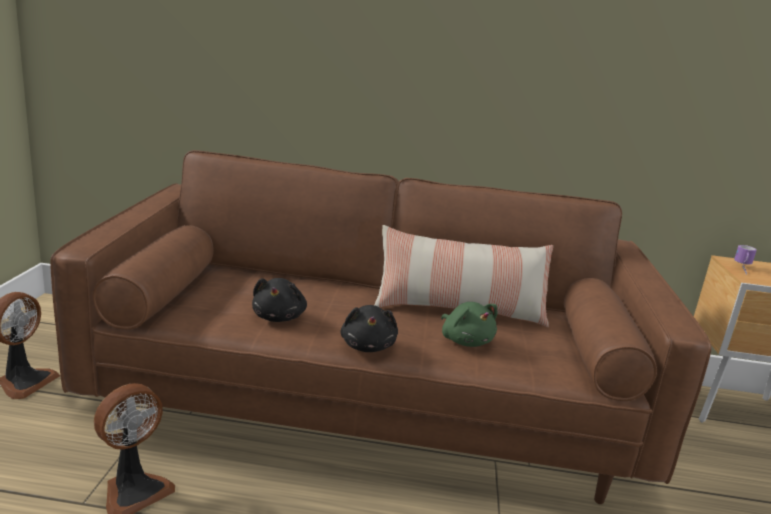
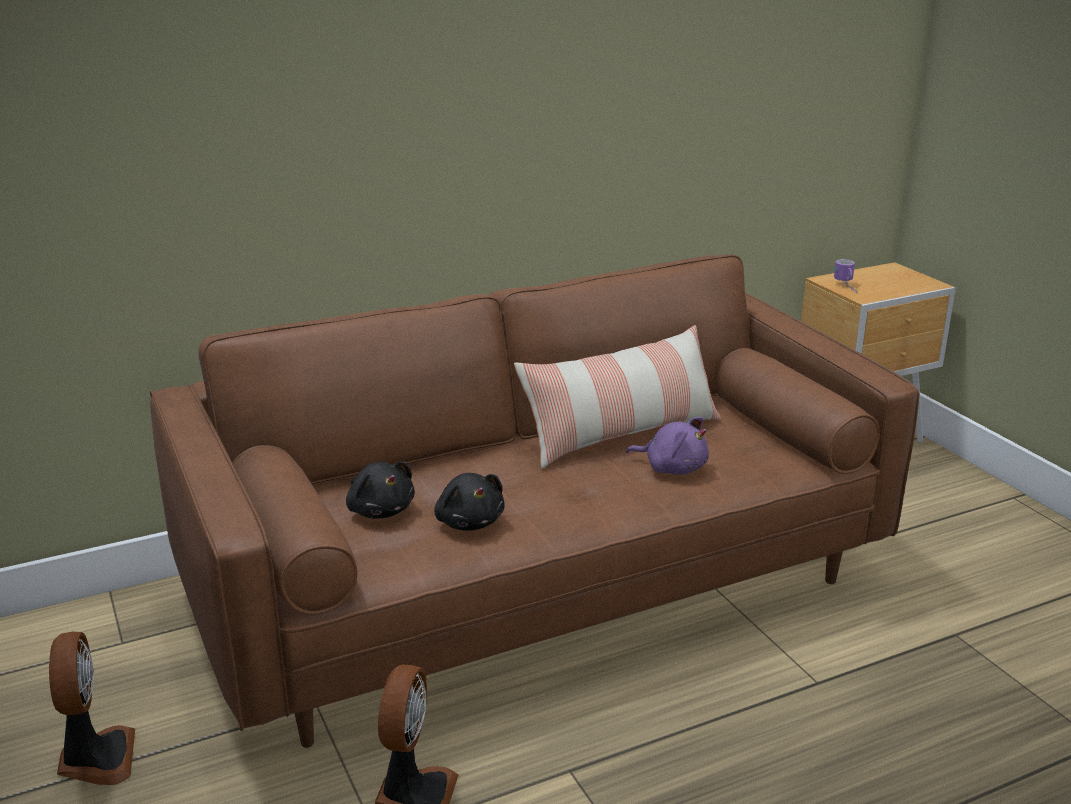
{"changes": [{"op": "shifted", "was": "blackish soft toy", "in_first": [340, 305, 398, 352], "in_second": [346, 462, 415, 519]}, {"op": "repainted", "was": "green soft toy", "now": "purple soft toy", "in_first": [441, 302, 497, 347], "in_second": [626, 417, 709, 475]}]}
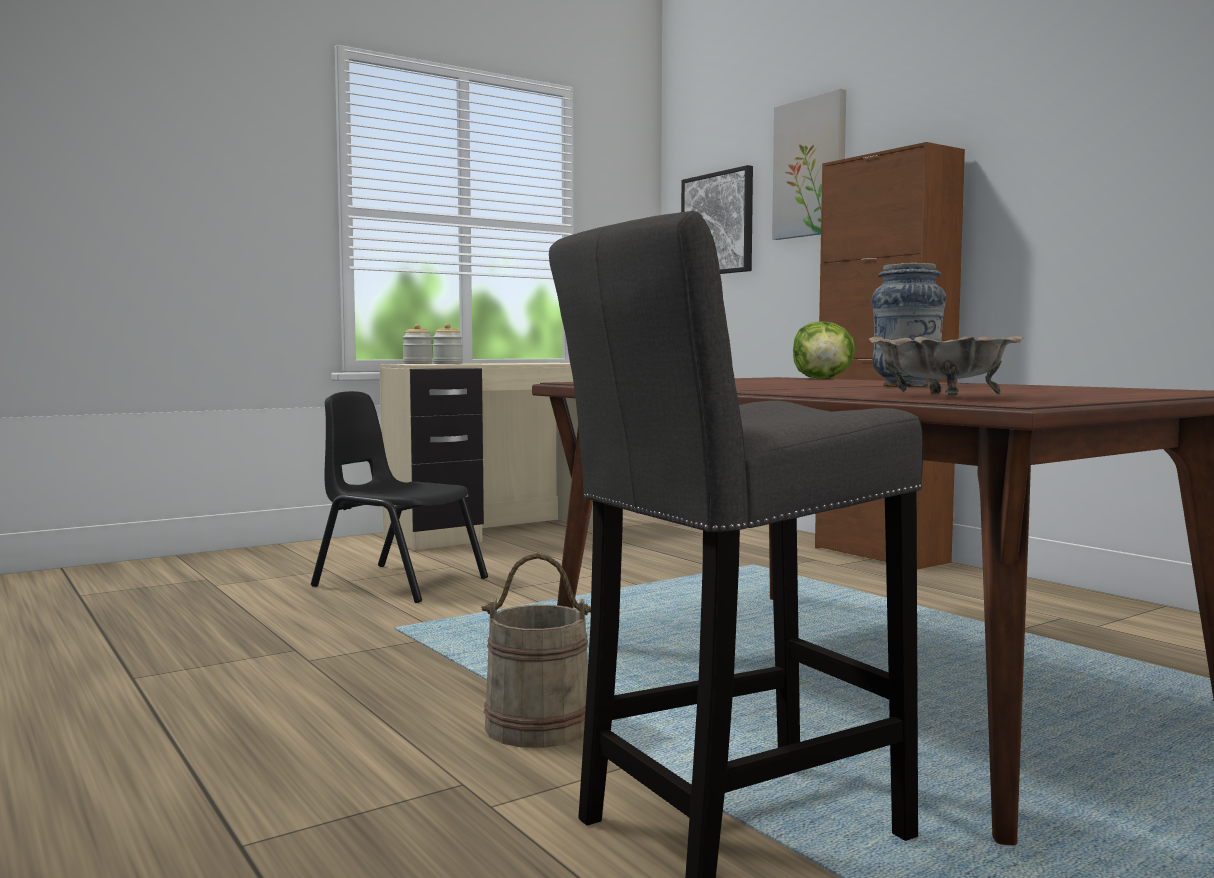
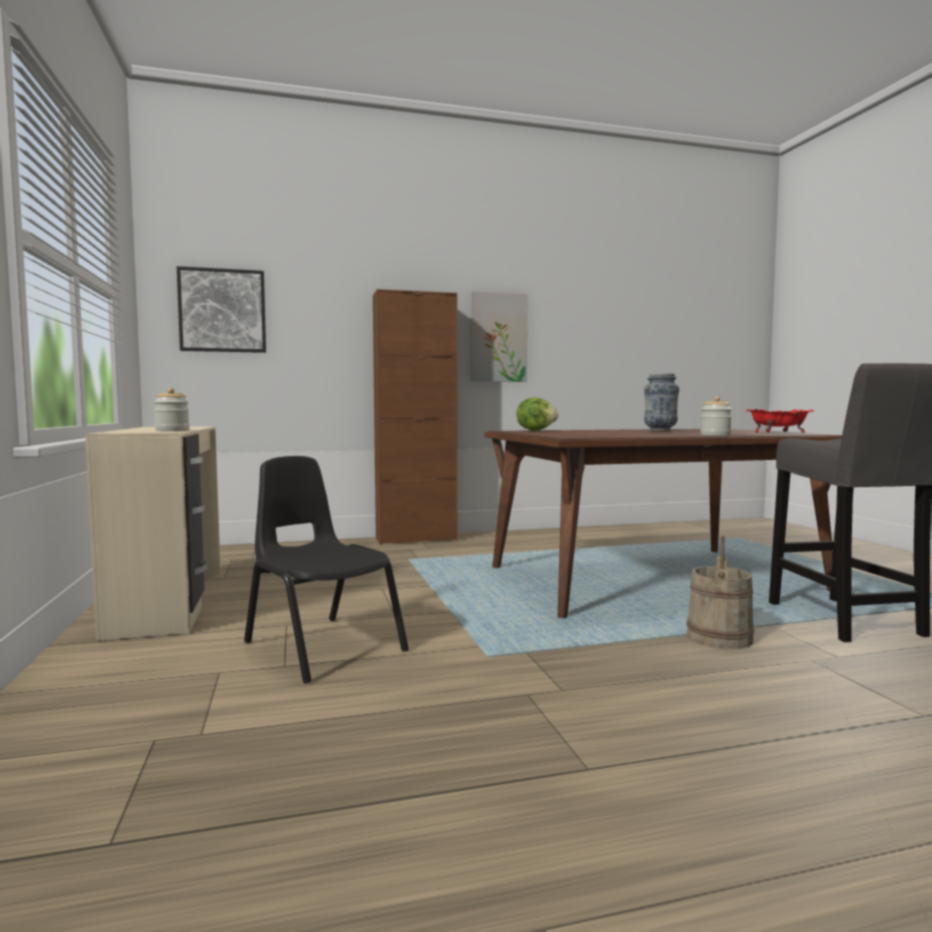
{"changes": [{"op": "rotated", "was": "blackish chair", "in_first": [311, 391, 488, 603], "in_second": [244, 456, 409, 683], "clockwise": 90}, {"op": "shifted", "was": "jar", "in_first": [403, 324, 433, 364], "in_second": [700, 396, 732, 436]}, {"op": "shifted", "was": "wall art", "in_first": [772, 89, 846, 240], "in_second": [470, 291, 528, 382]}, {"op": "repainted", "was": "beige bowl", "now": "red bowl", "in_first": [869, 336, 1024, 396], "in_second": [746, 409, 814, 433]}]}
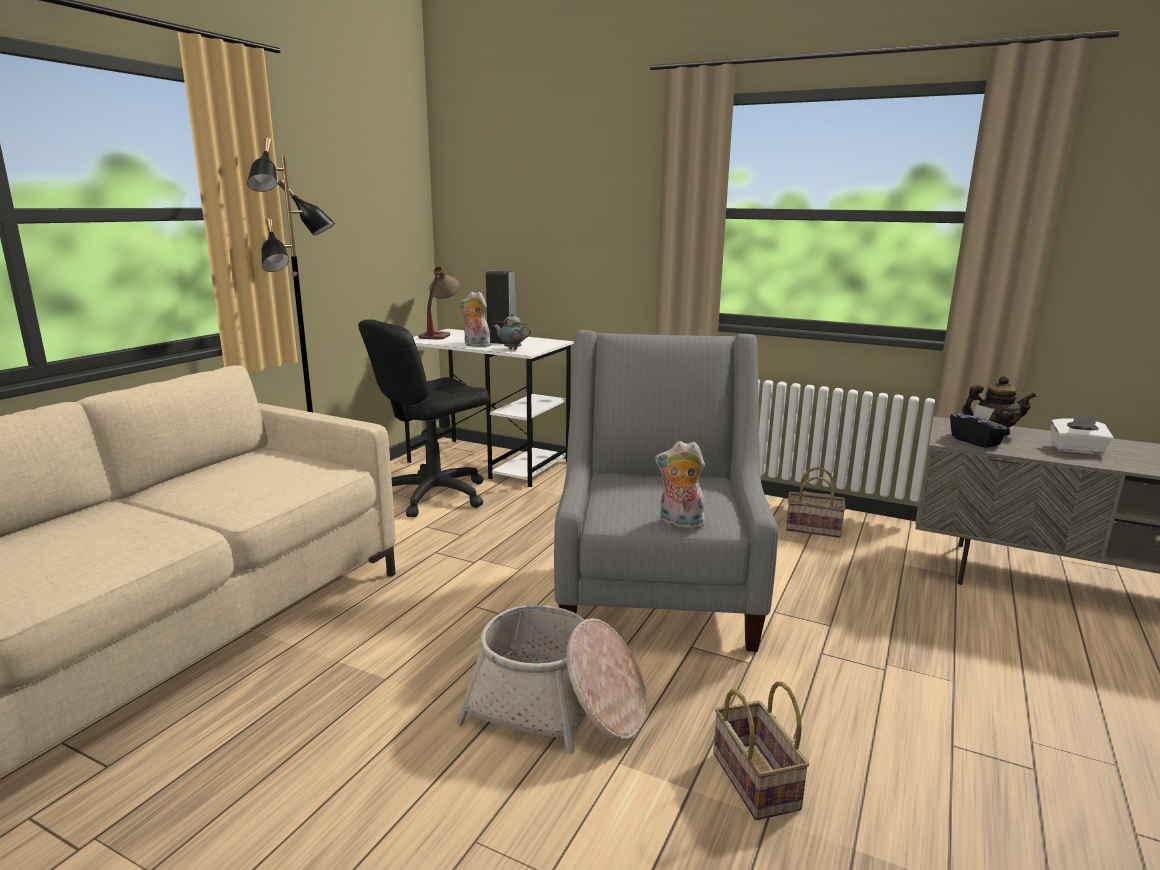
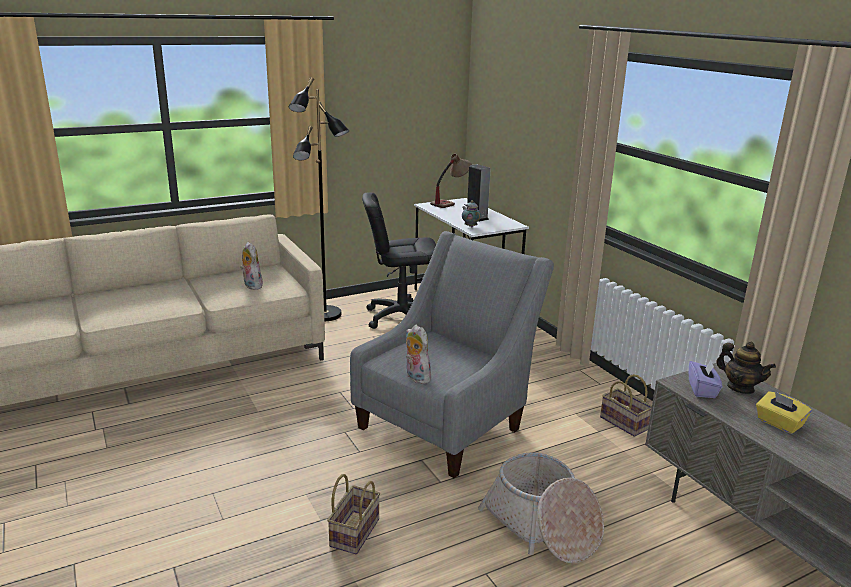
{"changes": [{"op": "shifted", "was": "household basket", "in_first": [456, 605, 647, 754], "in_second": [478, 452, 604, 563]}, {"op": "shifted", "was": "soft toy", "in_first": [460, 292, 491, 347], "in_second": [240, 242, 263, 290]}, {"op": "repainted", "was": "blackish box of tissues", "now": "purple box of tissues", "in_first": [950, 404, 1009, 448], "in_second": [689, 360, 723, 398]}, {"op": "repainted", "was": "white box of tissues", "now": "yellow box of tissues", "in_first": [1051, 414, 1113, 454], "in_second": [756, 391, 812, 434]}]}
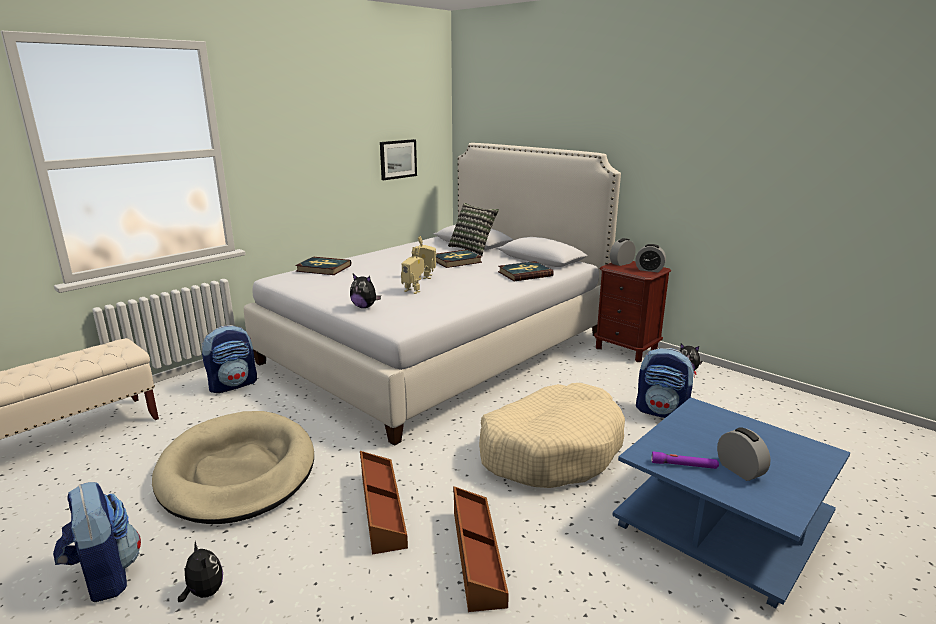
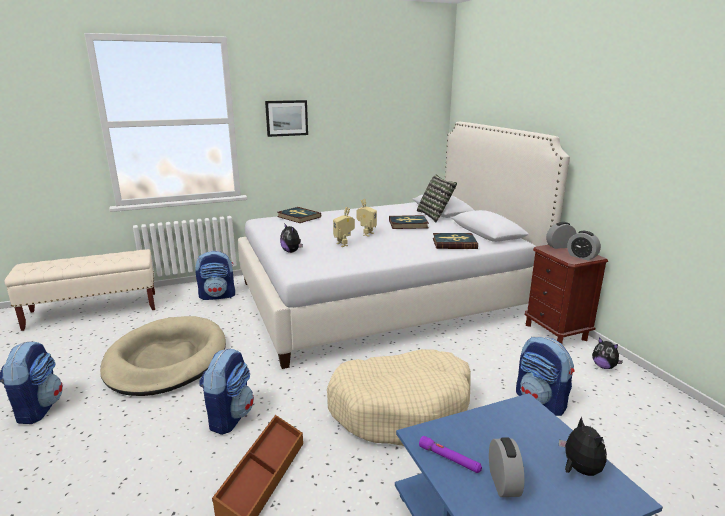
{"changes": [{"op": "shifted", "was": "soft toy", "in_first": [178, 541, 223, 602], "in_second": [559, 416, 607, 476]}, {"op": "swapped", "was": "brown storage container", "now": "backpack", "in_first": [360, 451, 408, 555], "in_second": [199, 348, 254, 435]}, {"op": "shifted", "was": "wall art", "in_first": [380, 139, 417, 180], "in_second": [265, 100, 308, 137]}]}
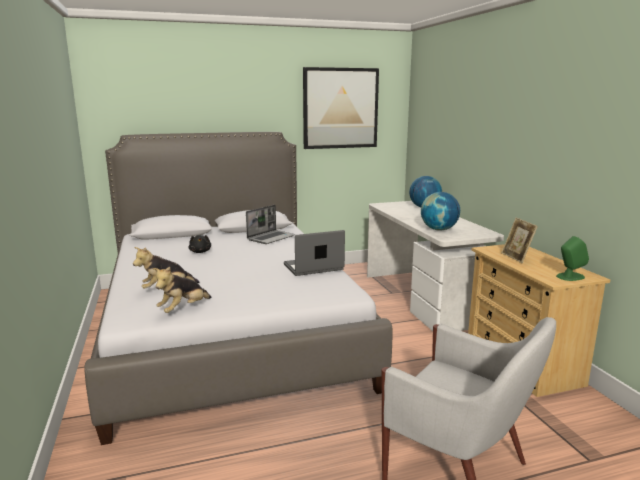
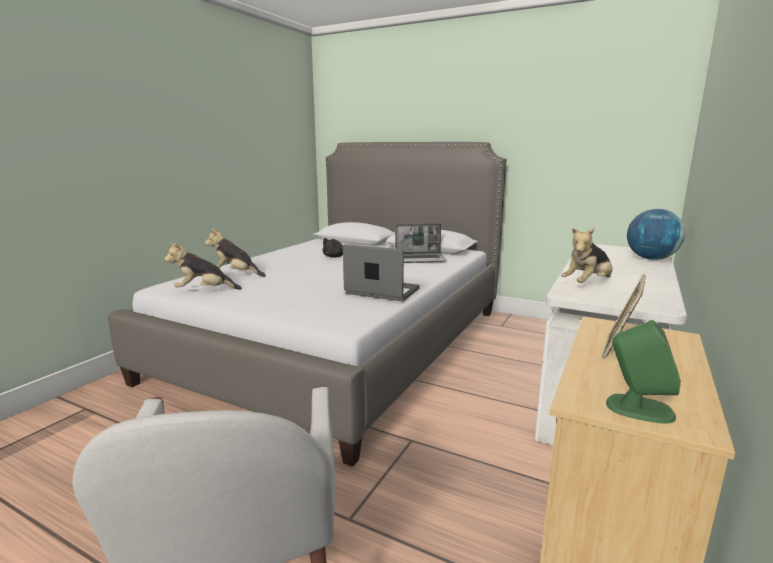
{"changes": [{"op": "gone", "was": "wall art", "in_first": [303, 67, 379, 149]}, {"op": "swapped", "was": "globe", "now": "soft toy", "in_first": [421, 192, 460, 231], "in_second": [561, 228, 613, 283]}]}
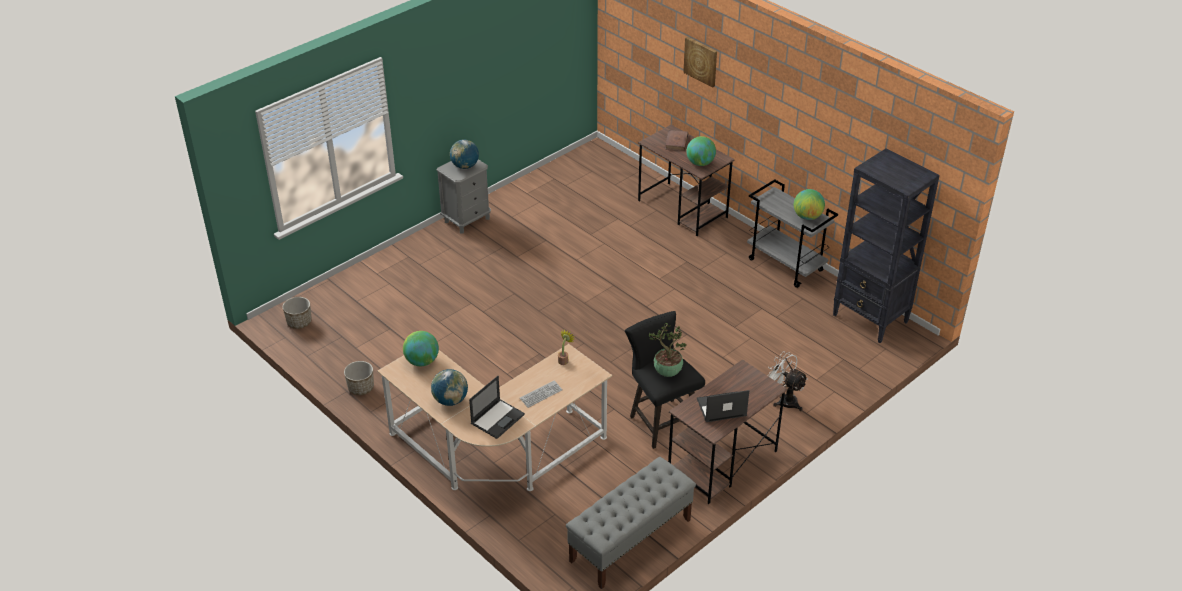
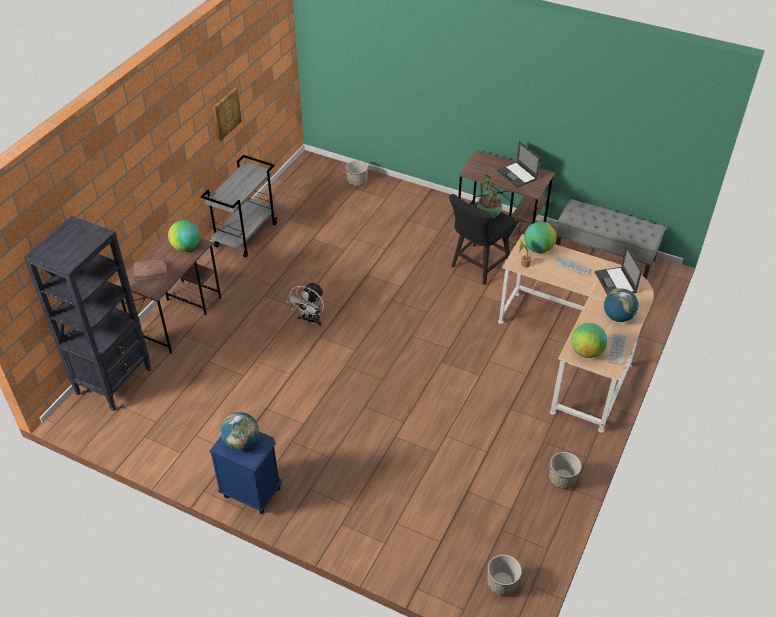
{"changes": [{"op": "repainted", "was": "grey nightstand", "now": "blue-coloured nightstand", "in_first": [436, 159, 491, 234], "in_second": [209, 432, 282, 514]}, {"op": "rotated", "was": "notebook computer", "in_first": [469, 376, 525, 439], "in_second": [595, 246, 642, 295], "clockwise": -120}, {"op": "shifted", "was": "wall art", "in_first": [683, 37, 717, 88], "in_second": [212, 88, 242, 141]}, {"op": "shifted", "was": "white fan", "in_first": [768, 351, 808, 411], "in_second": [287, 282, 324, 326]}, {"op": "shifted", "was": "globe", "in_first": [794, 189, 825, 220], "in_second": [524, 222, 556, 253]}, {"op": "shifted", "was": "blackish bookcase", "in_first": [833, 148, 940, 343], "in_second": [24, 216, 151, 411]}, {"op": "new", "now": "planter", "in_second": [346, 160, 368, 187]}, {"op": "new", "now": "computer keyboard", "in_second": [608, 334, 627, 365]}]}
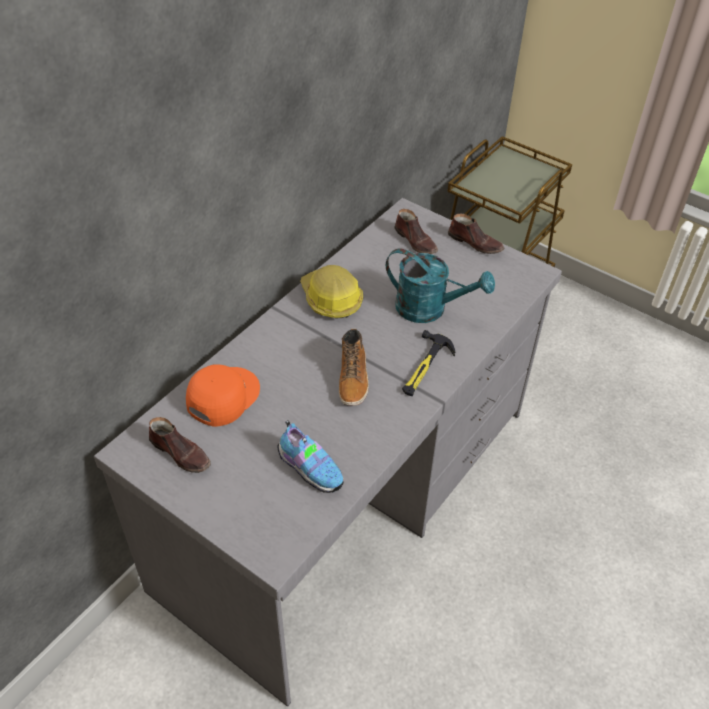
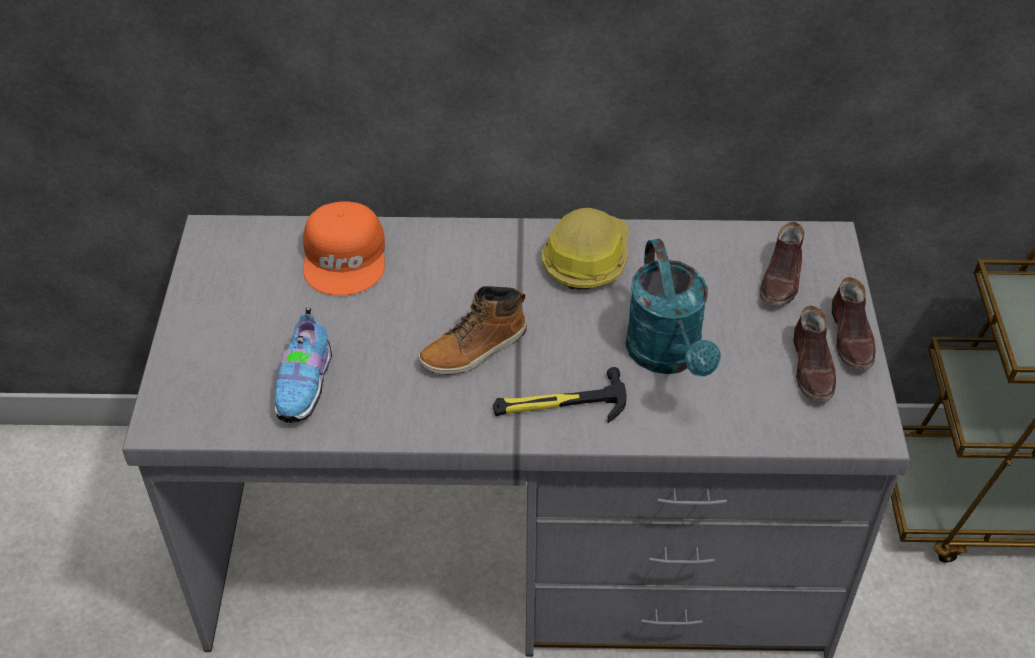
{"changes": [{"op": "shifted", "was": "brown item of footwear", "in_first": [149, 417, 211, 473], "in_second": [793, 306, 836, 401]}, {"op": "rotated", "was": "orange cap", "in_first": [186, 364, 260, 427], "in_second": [303, 202, 385, 296], "clockwise": 90}]}
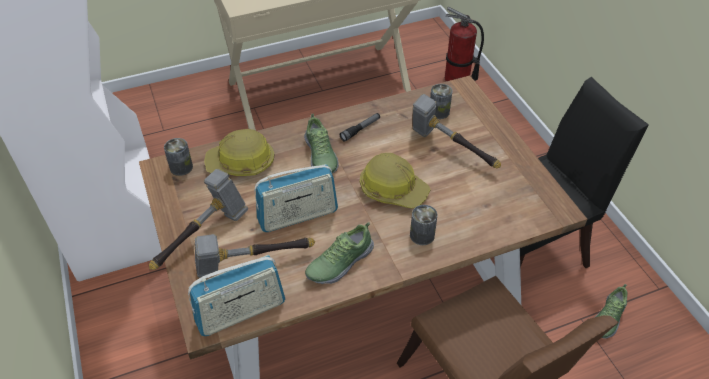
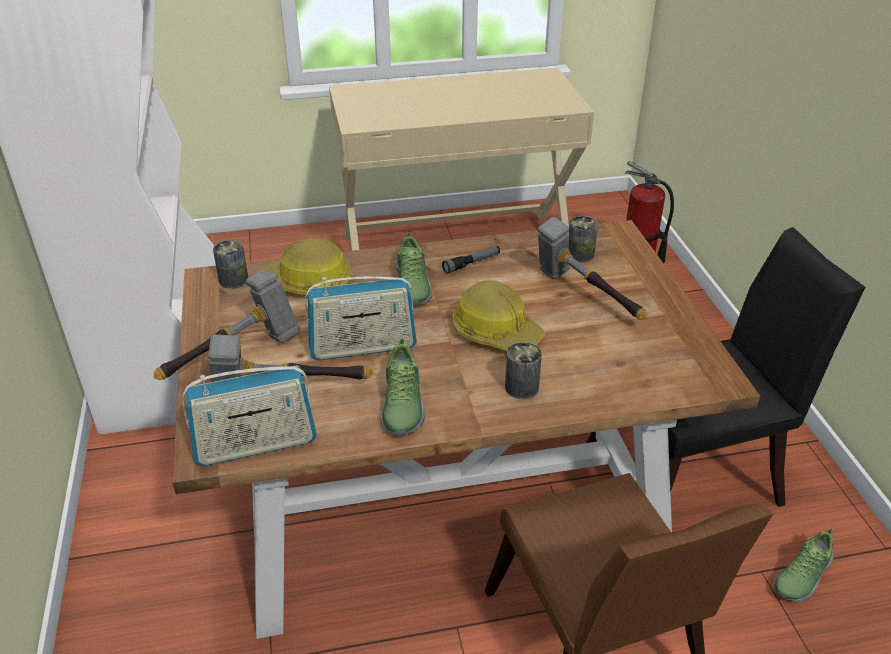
{"changes": [{"op": "rotated", "was": "item of footwear", "in_first": [305, 222, 374, 284], "in_second": [381, 339, 425, 435], "clockwise": -60}]}
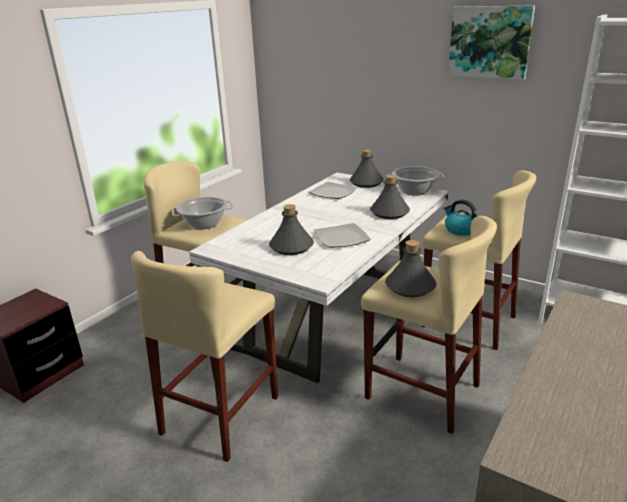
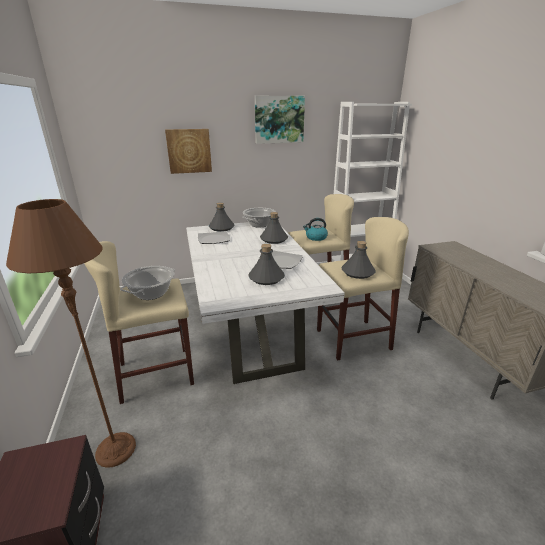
{"changes": [{"op": "gone", "was": "beige sitting stool", "in_first": [131, 251, 278, 462]}, {"op": "new", "now": "brown standard lamp", "in_second": [6, 199, 136, 468]}, {"op": "new", "now": "wall art", "in_second": [165, 129, 212, 174]}]}
